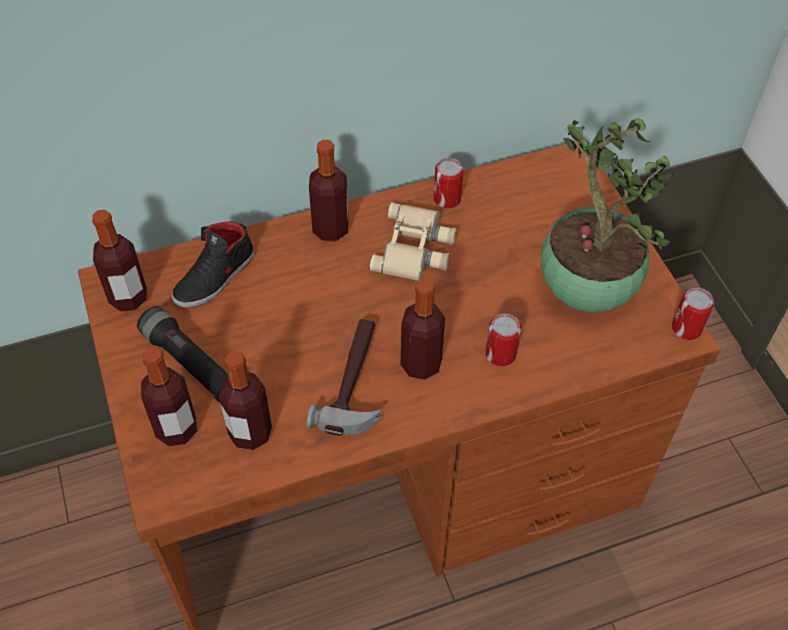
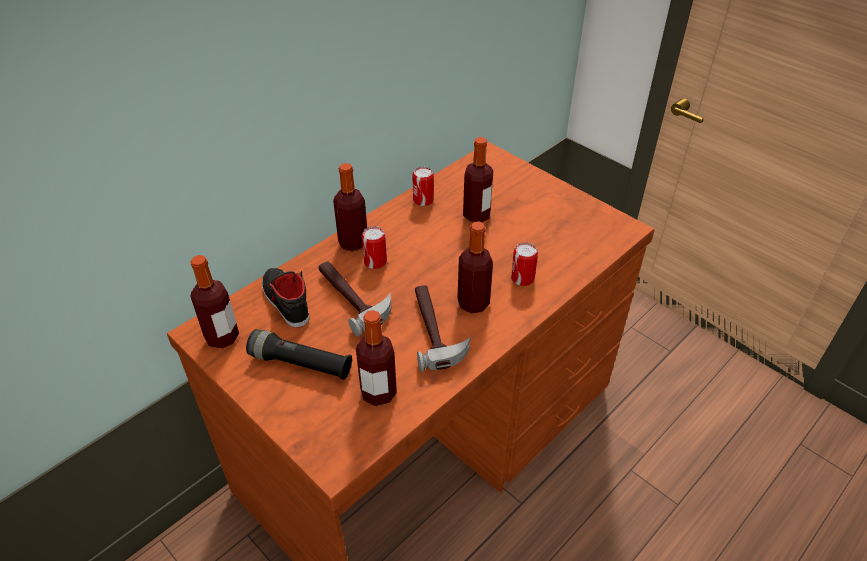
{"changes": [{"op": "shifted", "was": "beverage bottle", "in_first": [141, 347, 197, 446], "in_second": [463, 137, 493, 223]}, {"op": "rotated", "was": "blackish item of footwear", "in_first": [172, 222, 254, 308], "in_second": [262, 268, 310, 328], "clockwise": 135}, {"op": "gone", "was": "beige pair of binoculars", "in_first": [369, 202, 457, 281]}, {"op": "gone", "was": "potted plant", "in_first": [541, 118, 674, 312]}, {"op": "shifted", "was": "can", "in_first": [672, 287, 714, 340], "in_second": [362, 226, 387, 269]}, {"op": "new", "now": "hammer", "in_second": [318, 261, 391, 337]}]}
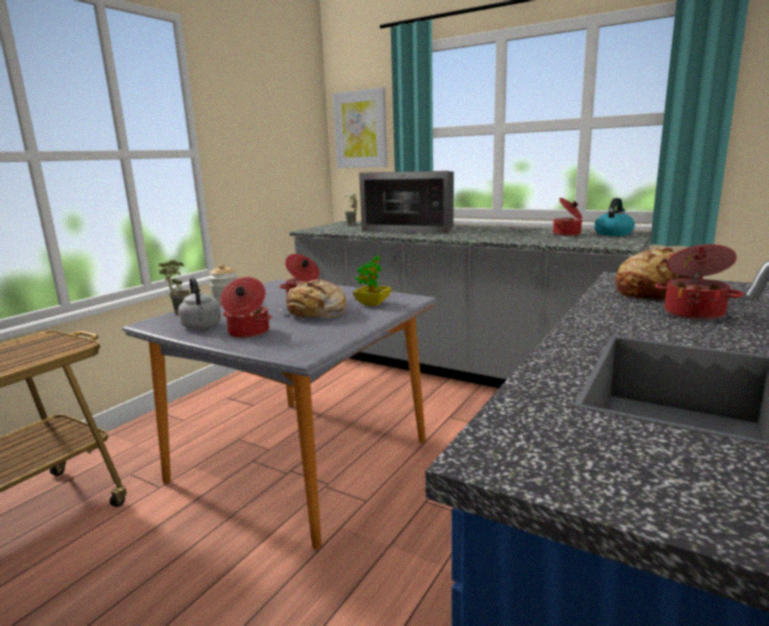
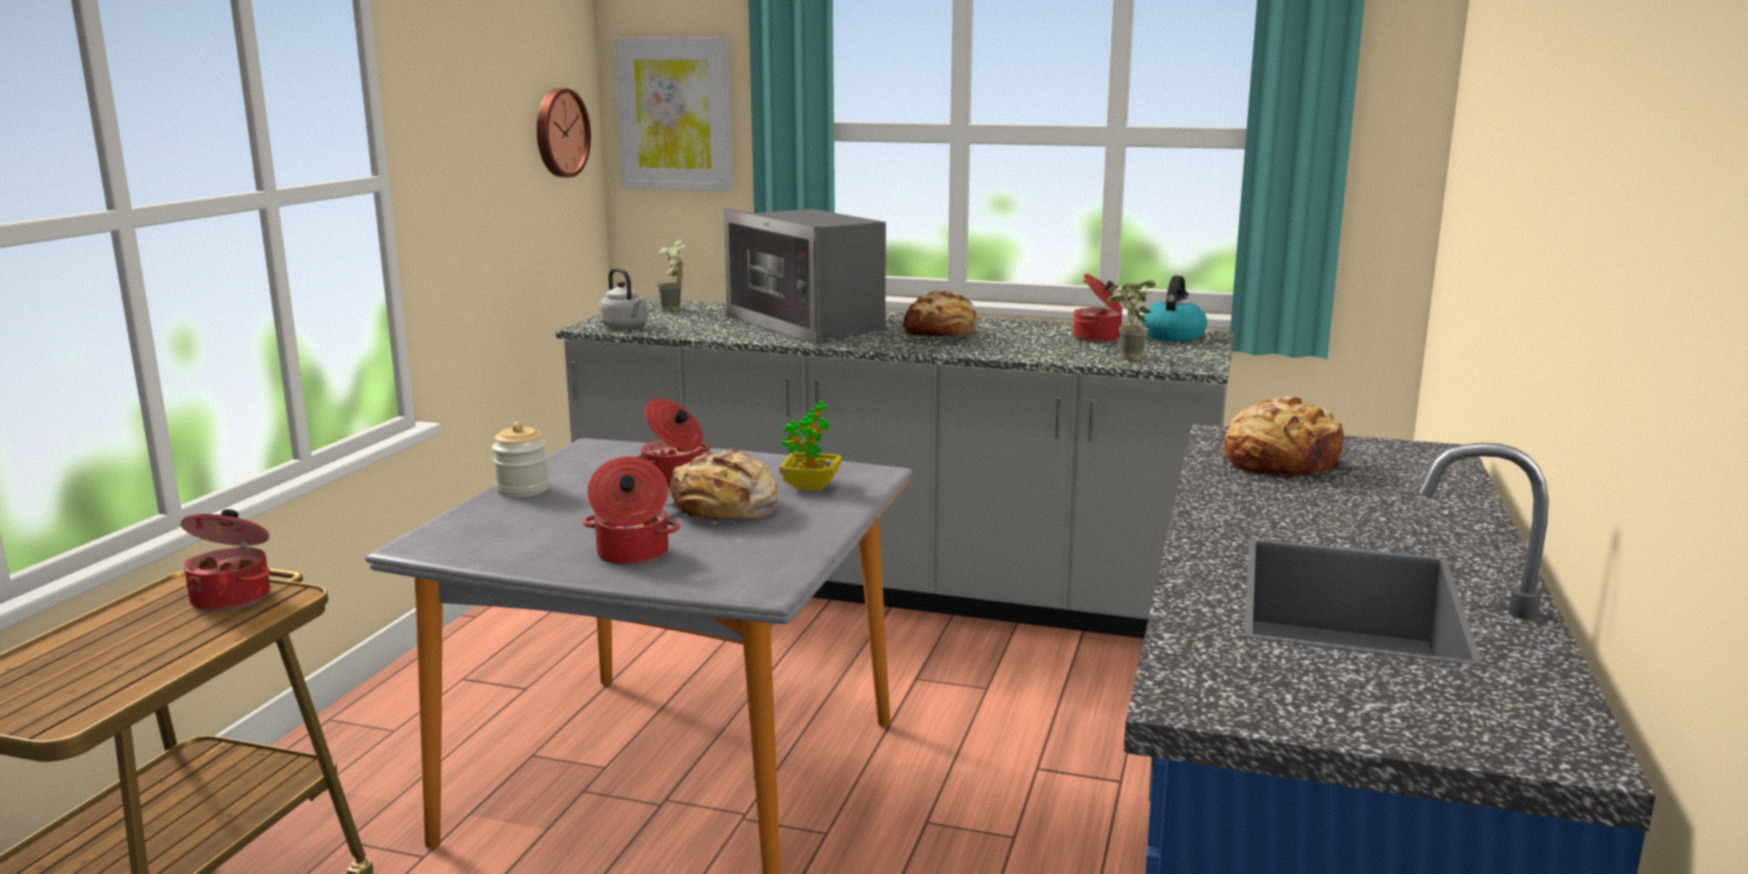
{"changes": [{"op": "shifted", "was": "potted plant", "in_first": [158, 260, 191, 315], "in_second": [1106, 280, 1156, 361]}, {"op": "shifted", "was": "grey water kettle", "in_first": [178, 277, 221, 329], "in_second": [599, 268, 647, 329]}, {"op": "rotated", "was": "kitchen microwave", "in_first": [359, 171, 454, 234], "in_second": [723, 208, 886, 345], "clockwise": 45}, {"op": "shifted", "was": "stockpot", "in_first": [655, 244, 744, 320], "in_second": [181, 509, 270, 612]}, {"op": "new", "now": "clock on the wall", "in_second": [537, 88, 591, 178]}, {"op": "new", "now": "bread", "in_second": [903, 290, 978, 338]}]}
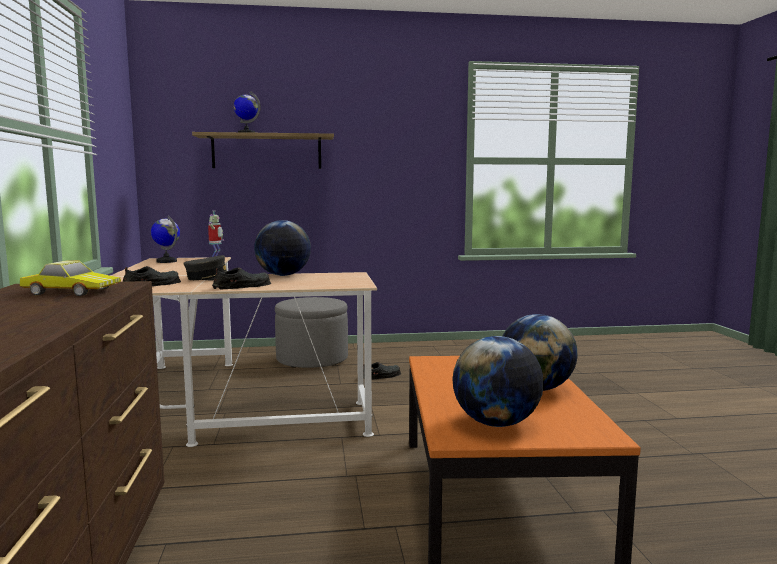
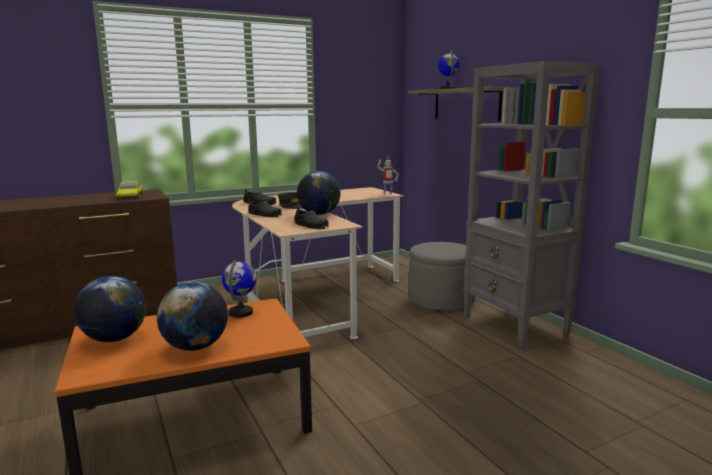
{"changes": [{"op": "shifted", "was": "globe", "in_first": [151, 215, 180, 263], "in_second": [222, 260, 257, 318]}, {"op": "shifted", "was": "blackish item of footwear", "in_first": [363, 362, 401, 380], "in_second": [294, 207, 329, 229]}, {"op": "new", "now": "grey bookcase", "in_second": [463, 61, 600, 348]}]}
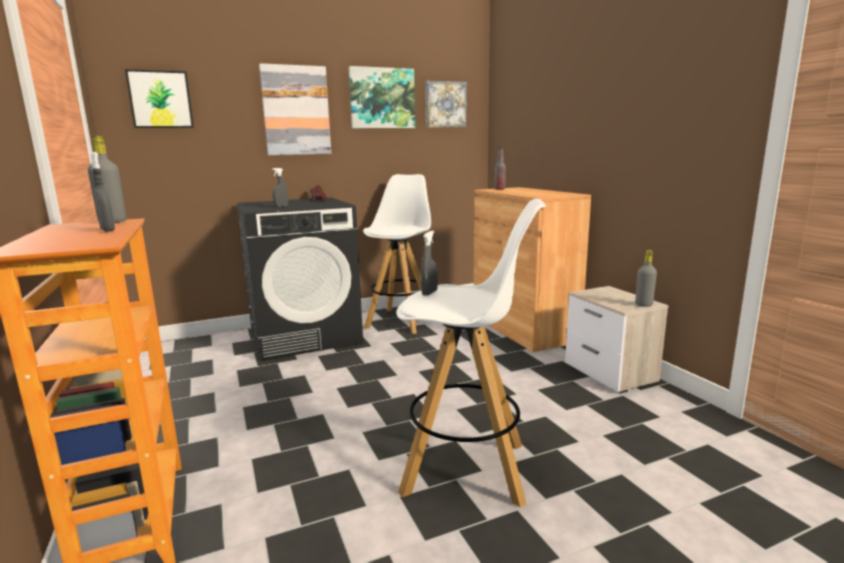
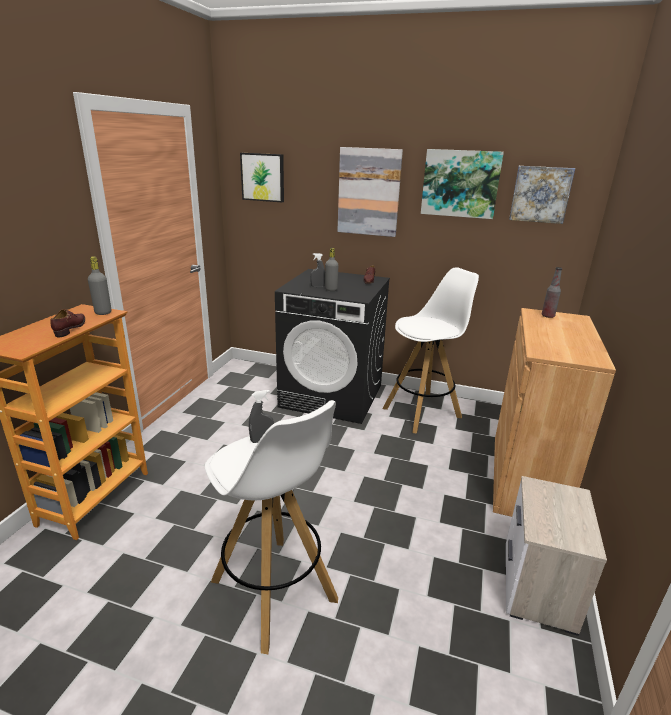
{"changes": [{"op": "swapped", "was": "grey hand sprayer", "now": "brown item of footwear", "in_first": [90, 152, 115, 232], "in_second": [51, 309, 85, 337]}, {"op": "shifted", "was": "grey beverage bottle", "in_first": [635, 250, 657, 307], "in_second": [325, 248, 339, 291]}]}
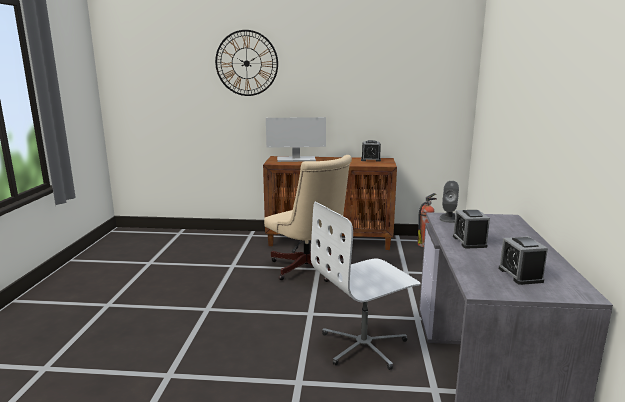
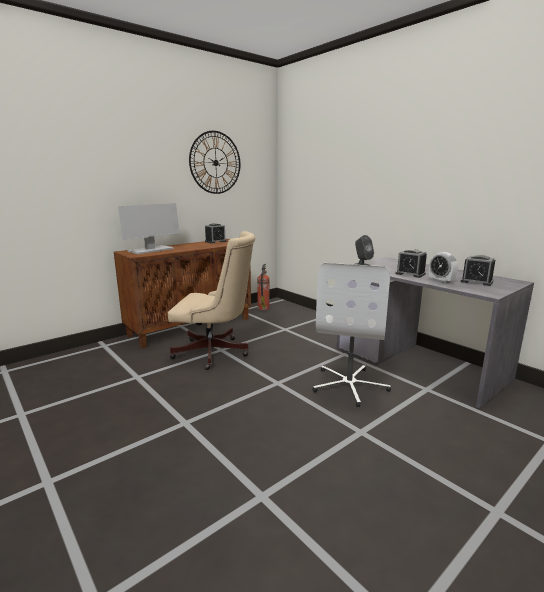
{"changes": [{"op": "shifted", "was": "clock on the wall", "in_first": [215, 30, 278, 96], "in_second": [189, 131, 240, 194]}, {"op": "new", "now": "bedside clock", "in_second": [429, 252, 458, 284]}]}
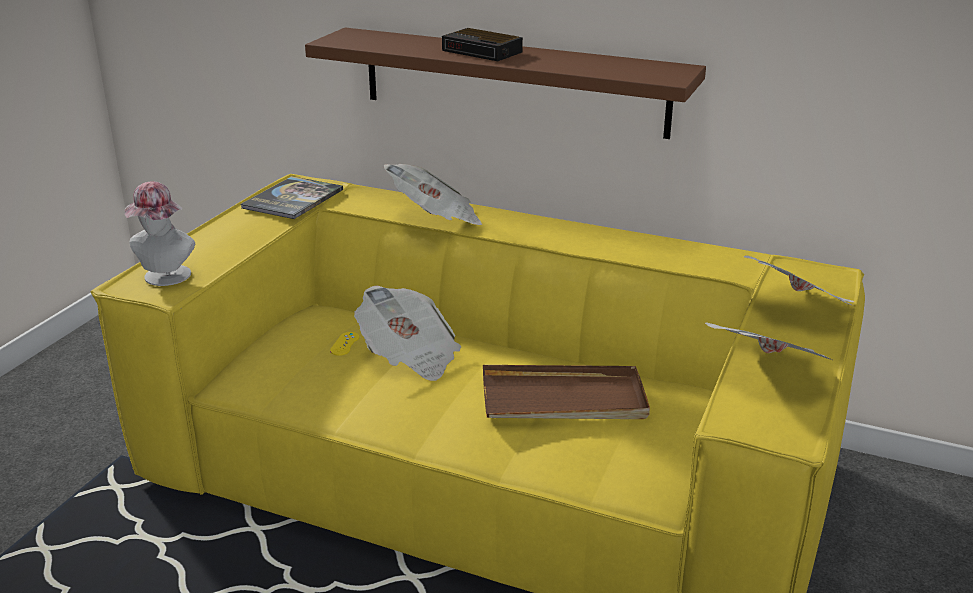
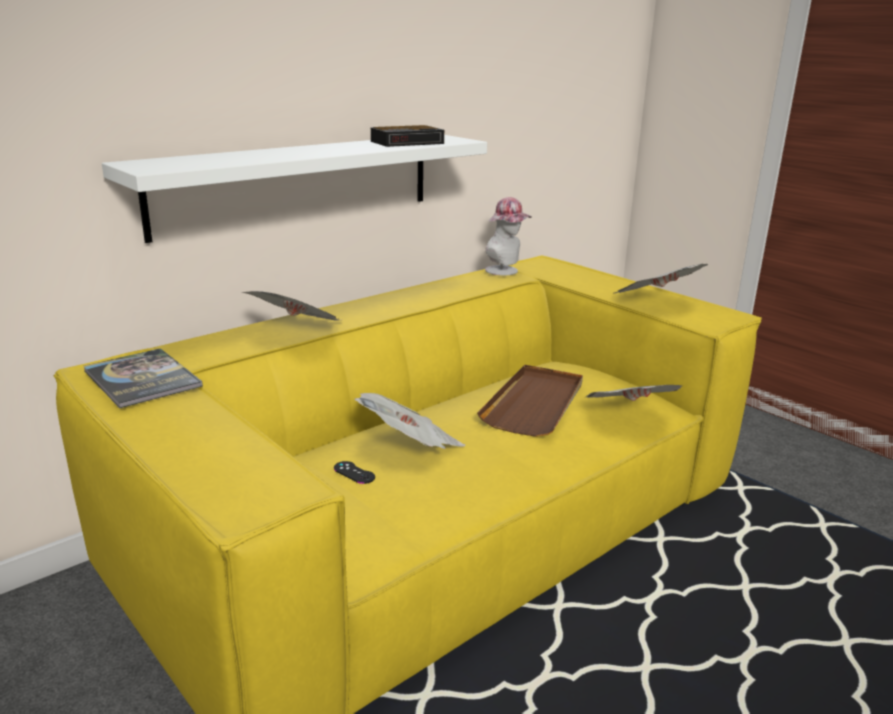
{"changes": [{"op": "shifted", "was": "hat", "in_first": [125, 182, 195, 286], "in_second": [485, 197, 532, 275]}, {"op": "repainted", "was": "brown bracket shelf", "now": "white bracket shelf", "in_first": [305, 28, 706, 139], "in_second": [102, 135, 487, 243]}, {"op": "repainted", "was": "yellow joypad", "now": "blackish joypad", "in_first": [330, 332, 359, 356], "in_second": [334, 461, 375, 484]}, {"op": "shifted", "was": "bedside clock", "in_first": [442, 28, 523, 61], "in_second": [371, 125, 444, 147]}, {"op": "shifted", "was": "daily paper", "in_first": [744, 255, 854, 306], "in_second": [585, 385, 682, 401]}]}
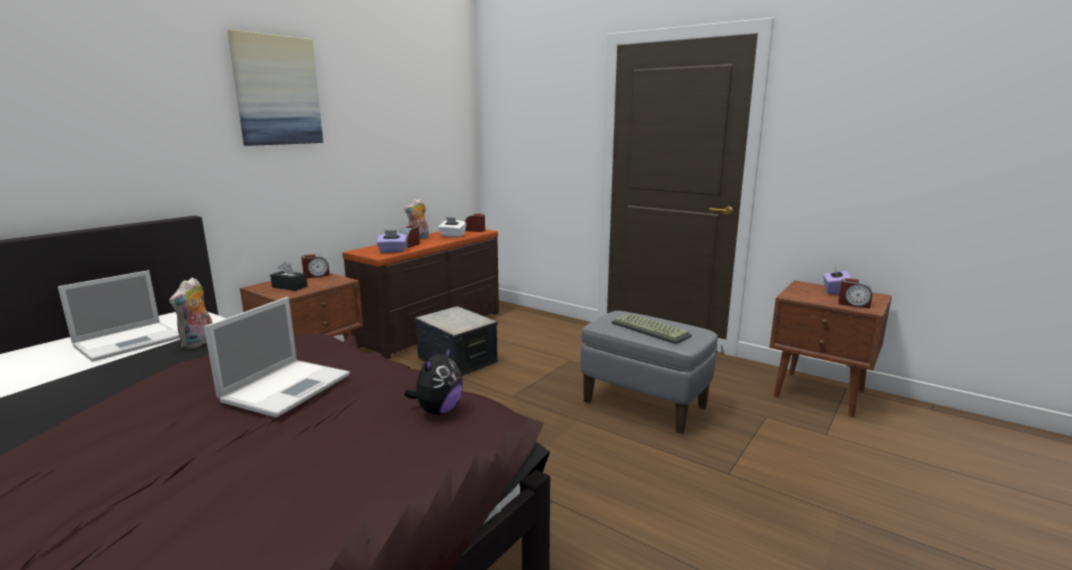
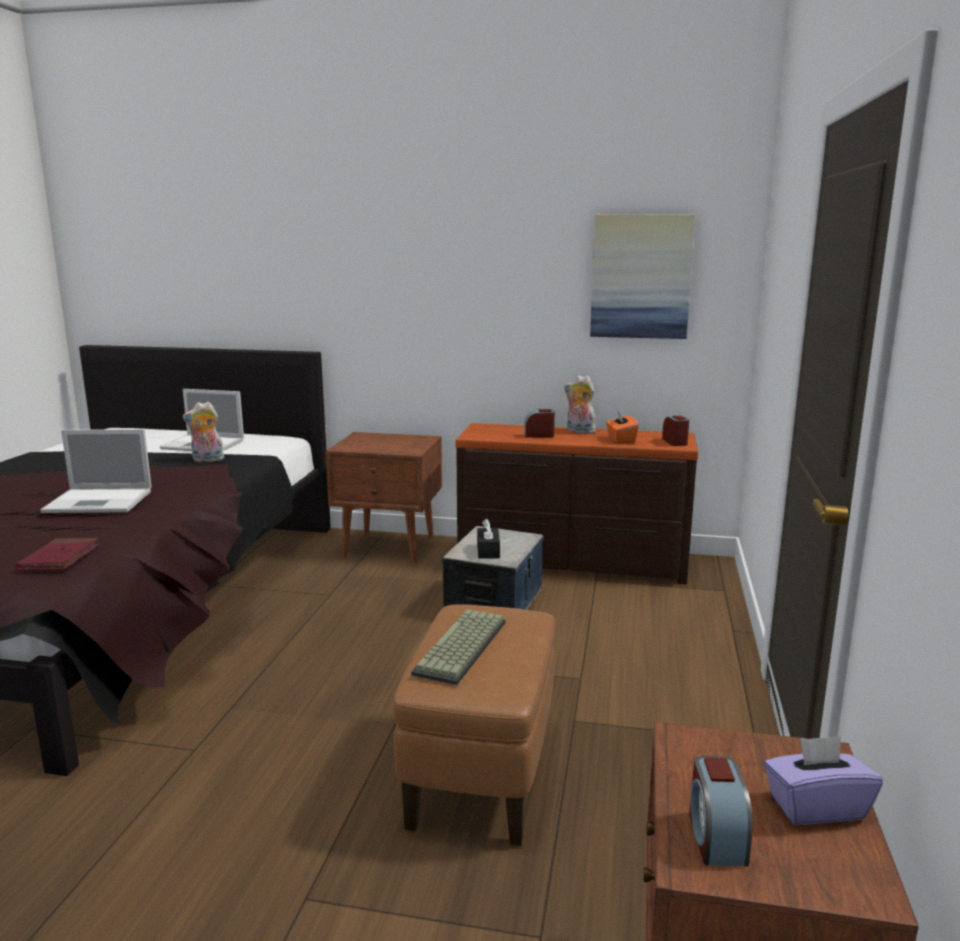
{"changes": [{"op": "shifted", "was": "wall art", "in_first": [227, 30, 323, 146], "in_second": [590, 214, 695, 339]}, {"op": "shifted", "was": "blackish box of tissues", "in_first": [270, 262, 308, 291], "in_second": [477, 519, 500, 559]}, {"op": "gone", "was": "bedside clock", "in_first": [301, 254, 330, 278]}, {"op": "gone", "was": "purple box of tissues", "in_first": [377, 230, 407, 253]}, {"op": "swapped", "was": "soft toy", "now": "red volume", "in_first": [404, 345, 463, 415], "in_second": [16, 538, 100, 570]}, {"op": "repainted", "was": "white box of tissues", "now": "orange box of tissues", "in_first": [438, 217, 466, 238], "in_second": [606, 410, 639, 443]}, {"op": "repainted", "was": "grey footrest", "now": "brown footrest", "in_first": [580, 311, 718, 434], "in_second": [393, 604, 555, 846]}]}
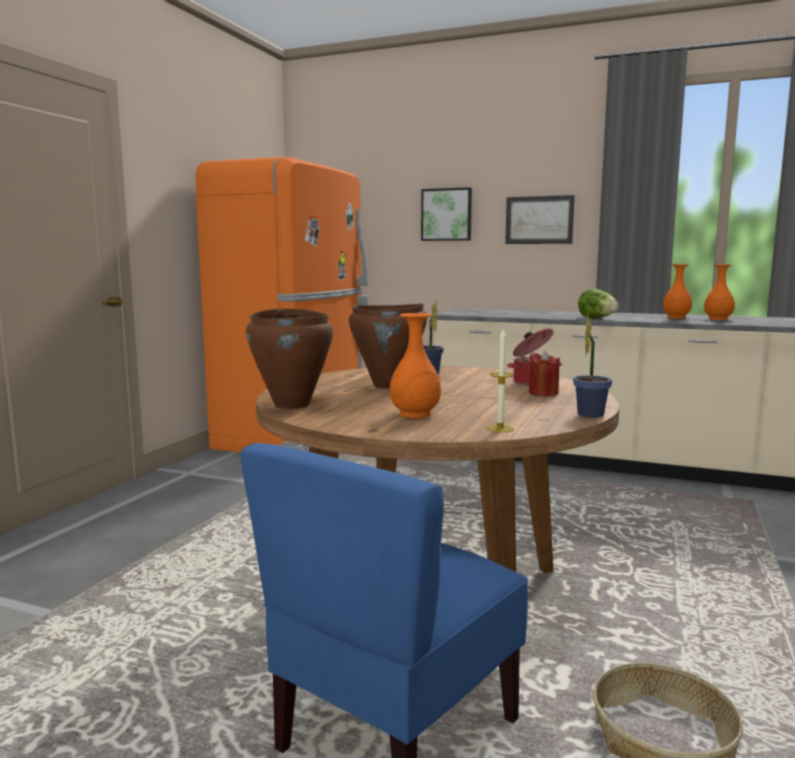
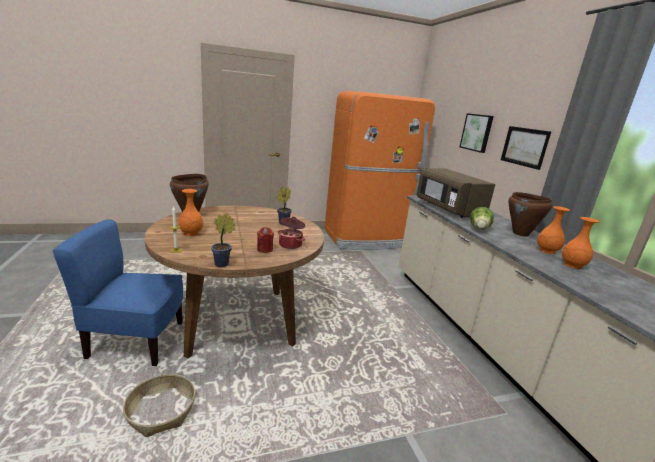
{"changes": [{"op": "shifted", "was": "brown stockpot", "in_first": [349, 303, 427, 389], "in_second": [509, 192, 553, 237]}, {"op": "new", "now": "brown kitchen microwave", "in_second": [417, 168, 495, 218]}]}
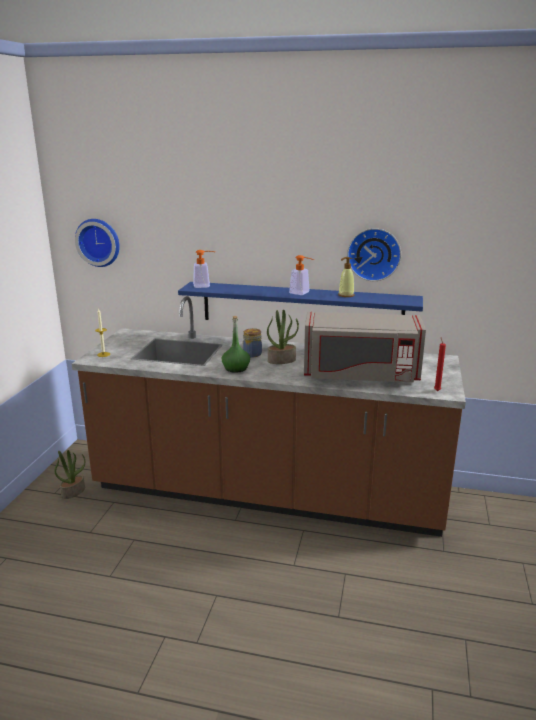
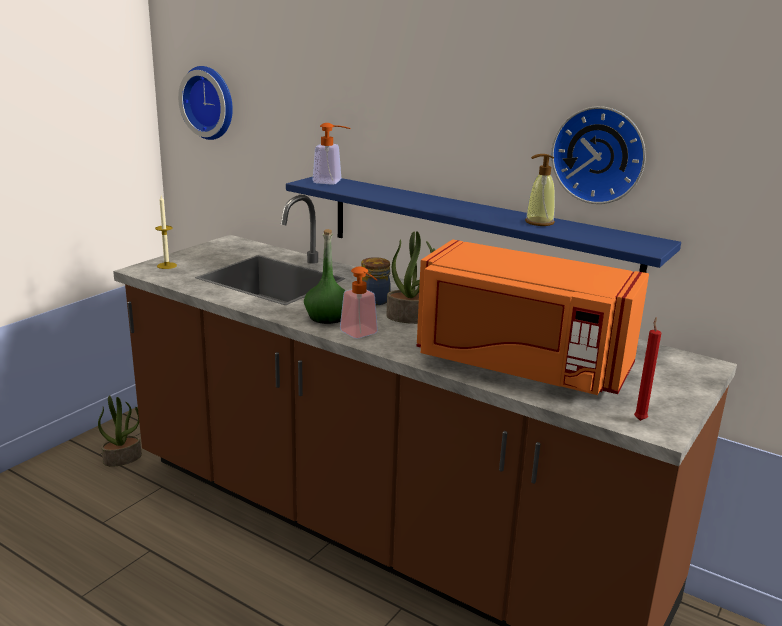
{"changes": [{"op": "shifted", "was": "soap dispenser", "in_first": [289, 255, 314, 295], "in_second": [340, 266, 378, 339]}, {"op": "repainted", "was": "grey kitchen microwave", "now": "orange kitchen microwave", "in_first": [304, 312, 426, 382], "in_second": [416, 240, 649, 395]}]}
